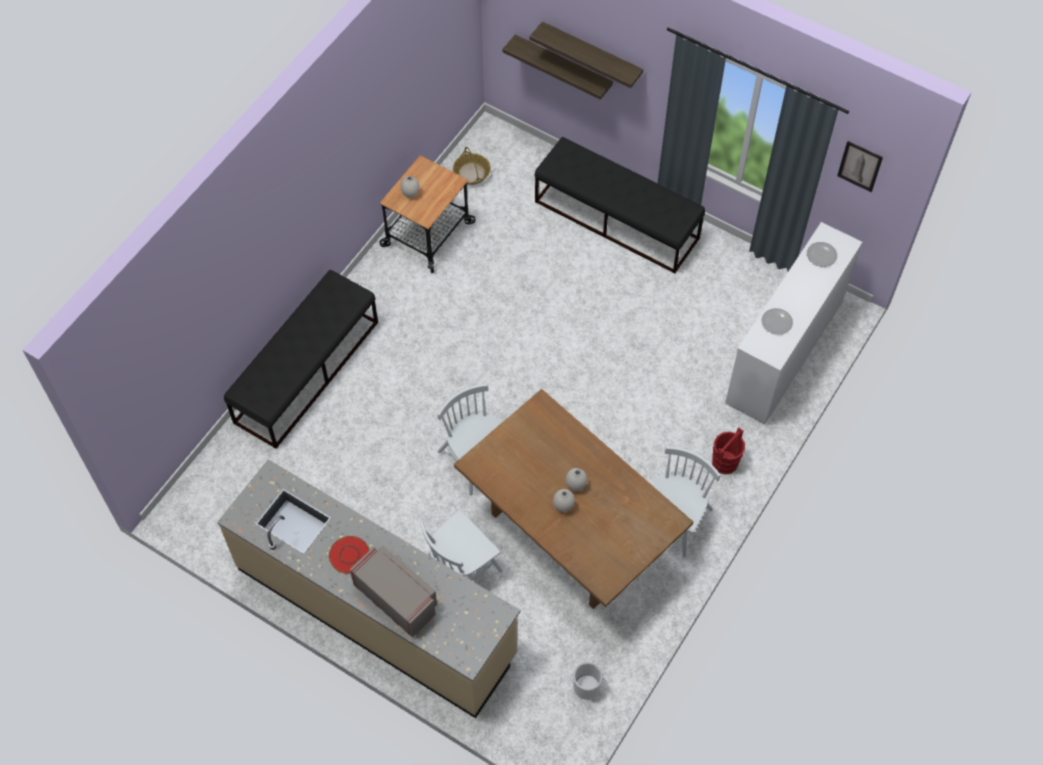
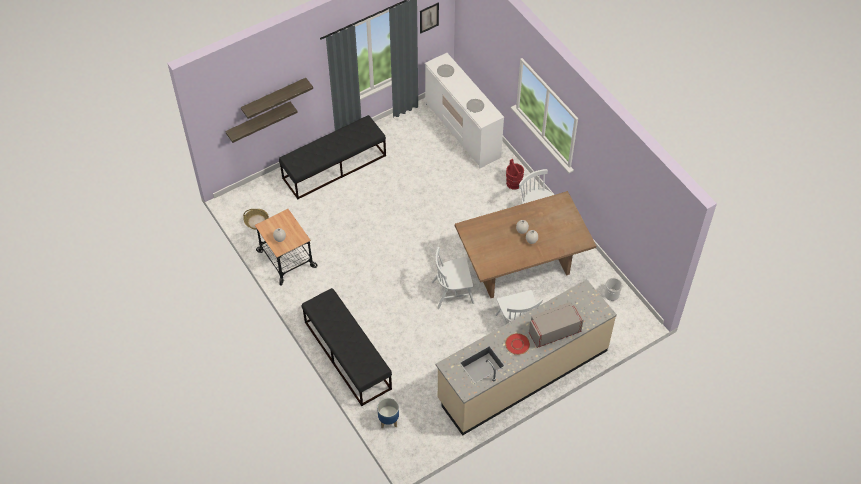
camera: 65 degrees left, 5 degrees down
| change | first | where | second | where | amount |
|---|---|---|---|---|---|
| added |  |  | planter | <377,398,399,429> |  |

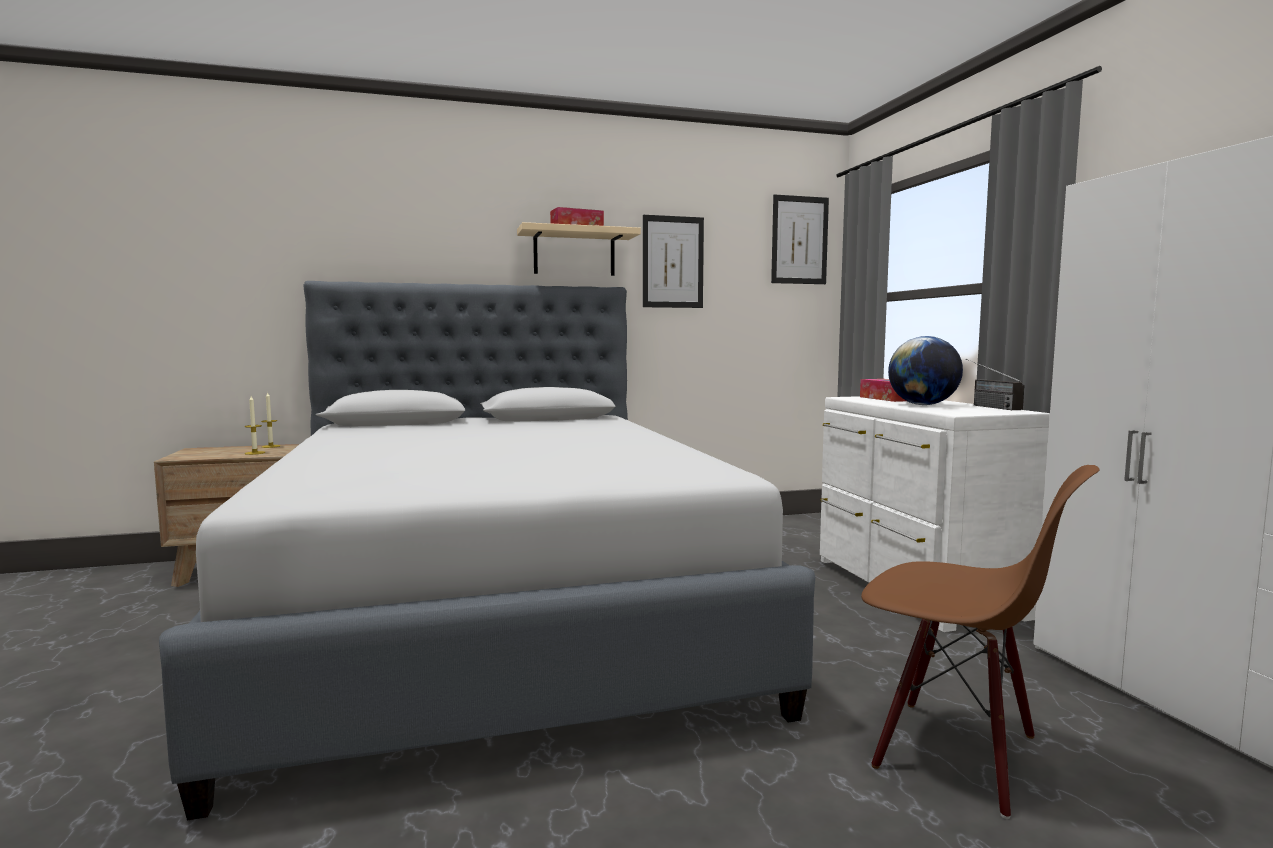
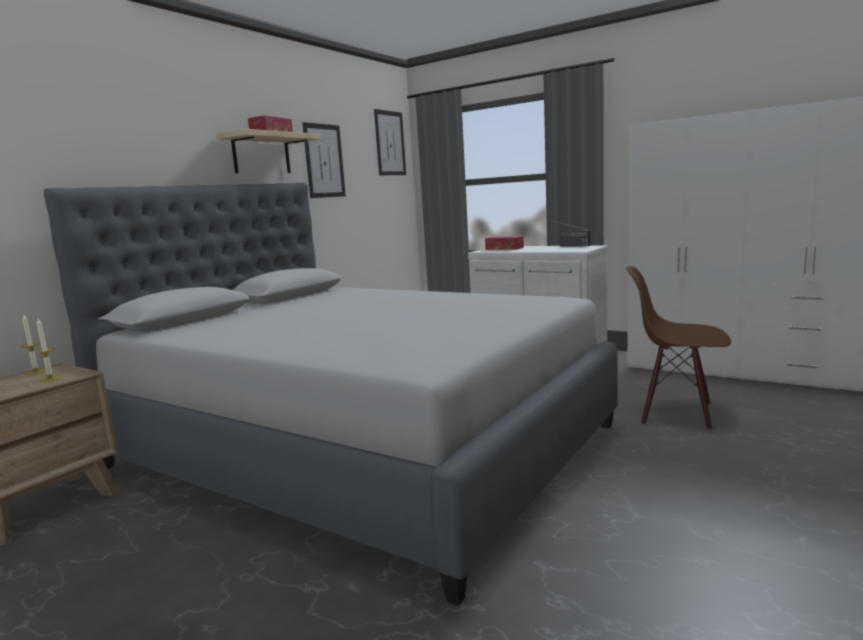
camera: 40 degrees left, 5 degrees up
| change | first | where | second | where | amount |
|---|---|---|---|---|---|
| removed | globe | <888,336,963,405> |  |  |  |
| turned | chair (brown) | <861,465,1100,819> |  | <626,266,731,429> | 150 degrees counterclockwise |

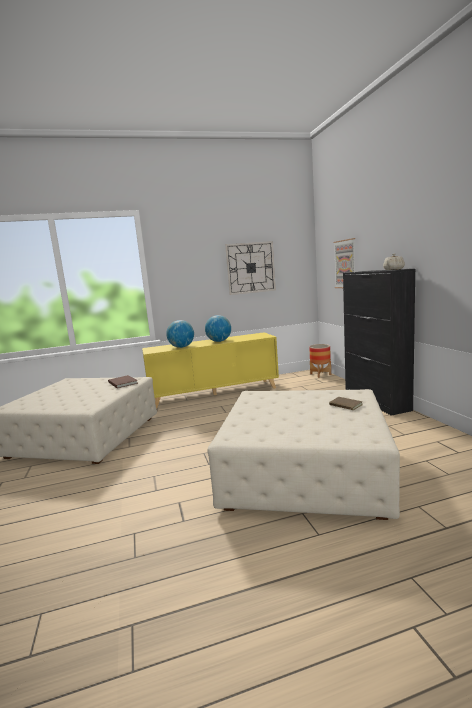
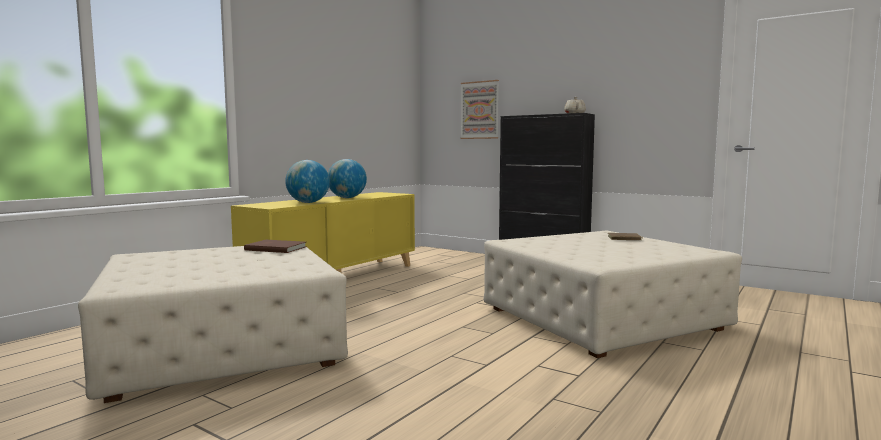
camera: 40 degrees left, 5 degrees down
| change | first | where | second | where | amount |
|---|---|---|---|---|---|
| removed | wall clock | <225,241,276,295> |  |  |  |
| removed | planter | <309,344,331,378> |  |  |  |

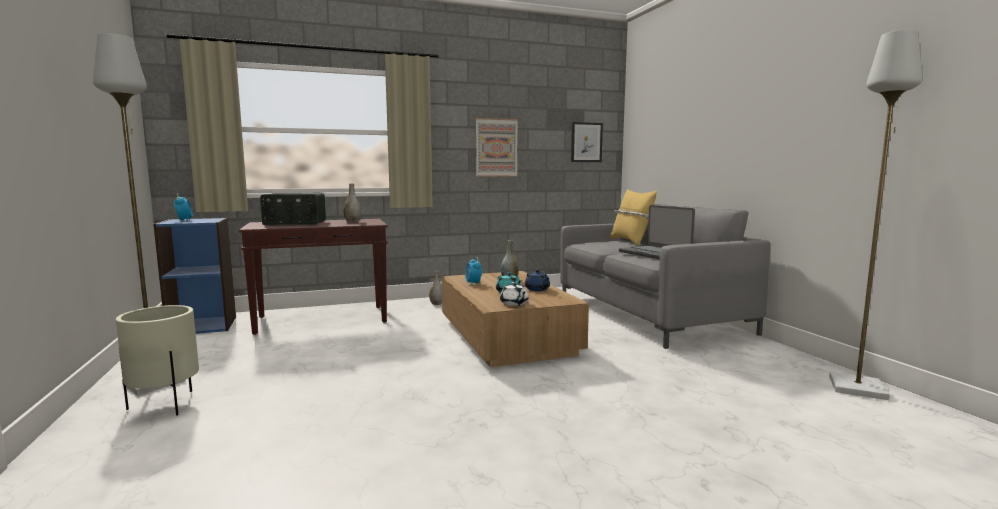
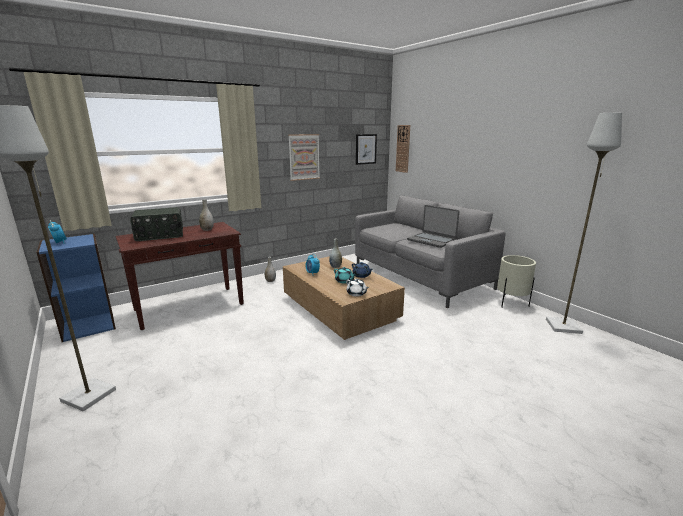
camera: 15 degrees left, 10 degrees up
| change | first | where | second | where | amount |
|---|---|---|---|---|---|
| removed | pillow (yellow) | <610,189,657,246> |  |  |  |
| added |  |  | wall clock | <396,125,410,173> |  |
| moved | planter (beige) | <116,305,199,415> |  | <497,255,536,308> |  |

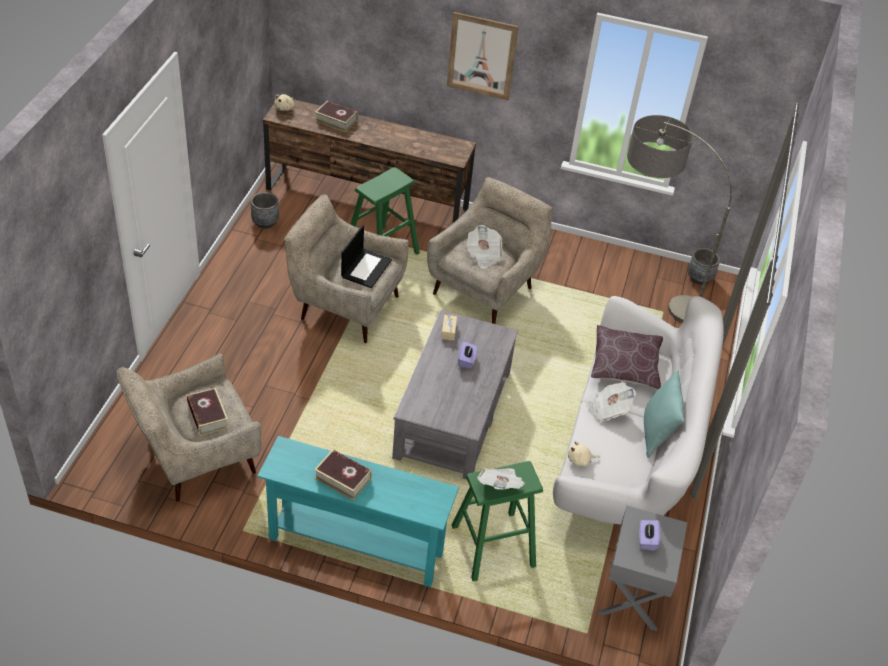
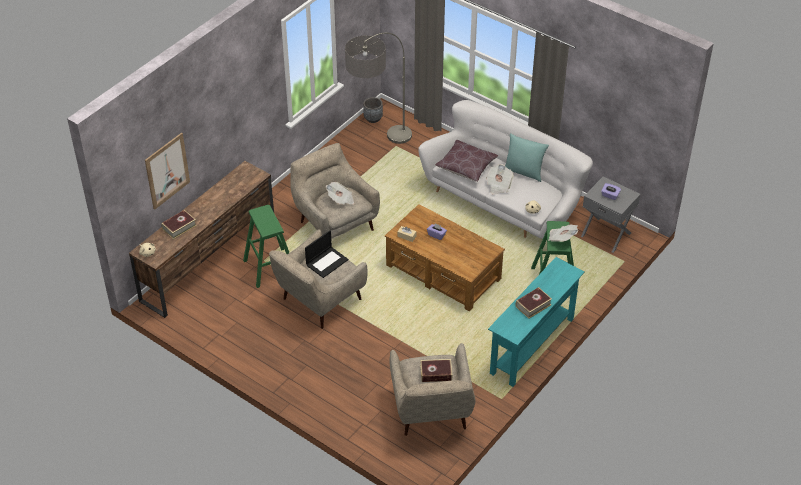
camera: 65 degrees left, 0 degrees up
| change | first | where | second | where | amount |
|---|---|---|---|---|---|
| removed | planter (grey) | <251,192,279,229> |  |  |  |
| moved | picture | <447,12,519,101> |  | <145,133,190,210> |  |
| recoloured | coffee table (grey) | <392,310,518,479> | coffee table (brown) | <385,204,505,311> |  |
| turned | laptop | <341,225,392,288> |  | <305,230,348,278> | 90 degrees clockwise |

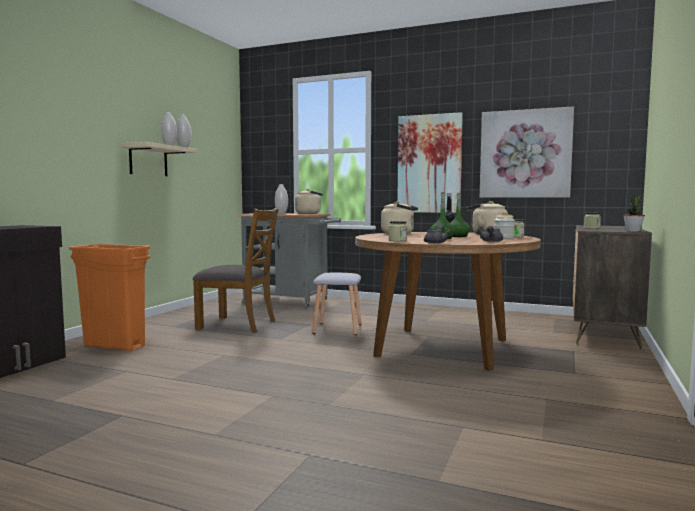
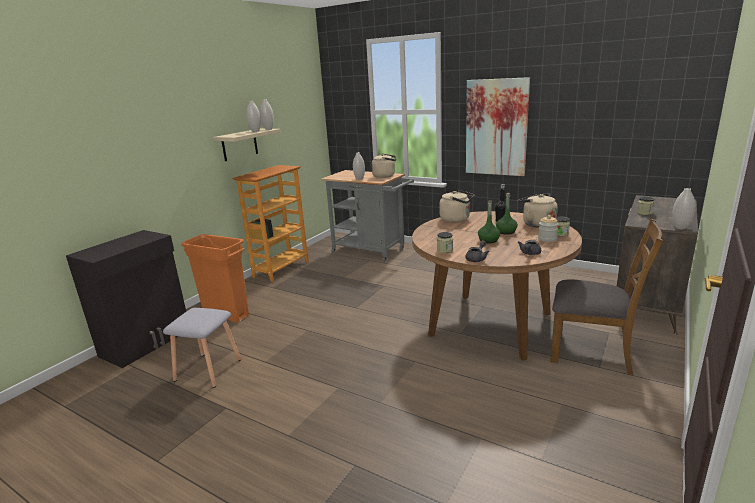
camera: 10 degrees right, 15 degrees up
| change | first | where | second | where | amount |
|---|---|---|---|---|---|
| removed | picture | <480,106,574,198> |  |  |  |
| added |  |  | bookcase | <232,165,309,282> |  |
| moved | chair (brown) | <192,208,279,333> |  | <550,219,663,375> |  |
| moved | stool (grey) | <312,273,362,335> |  | <163,308,241,388> |  |
| replaced | potted plant | <623,194,645,232> | vase (white) | <672,188,695,229> |  |

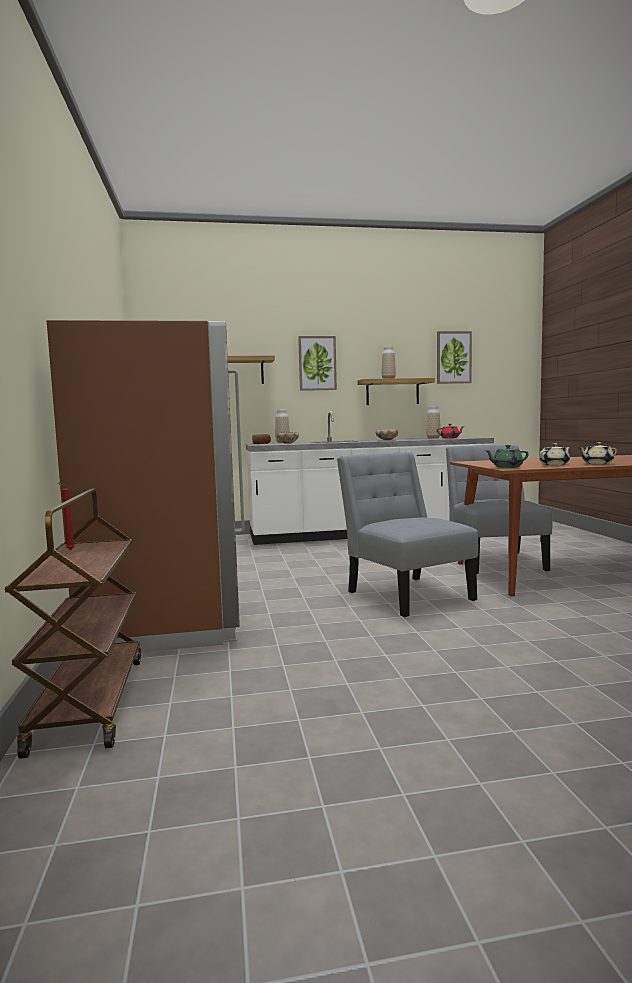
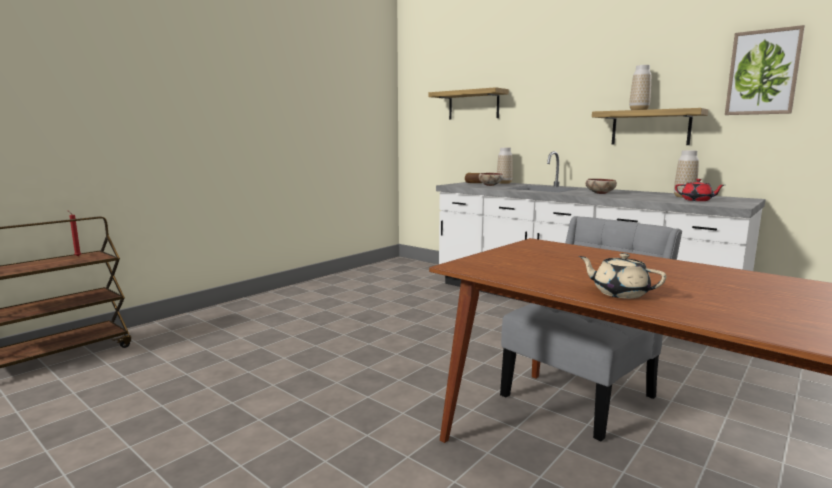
camera: 50 degrees right, 5 degrees up
| change | first | where | second | where | amount |
|---|---|---|---|---|---|
| removed | fridge (brown) | <47,320,244,652> |  |  |  |
| removed | picture | <298,336,337,391> |  |  |  |
| removed | chair (grey) | <337,452,478,617> |  |  |  |
| removed | teapot (green) | <484,445,529,468> |  |  |  |
| removed | teapot (beige) | <539,443,570,465> |  |  |  |

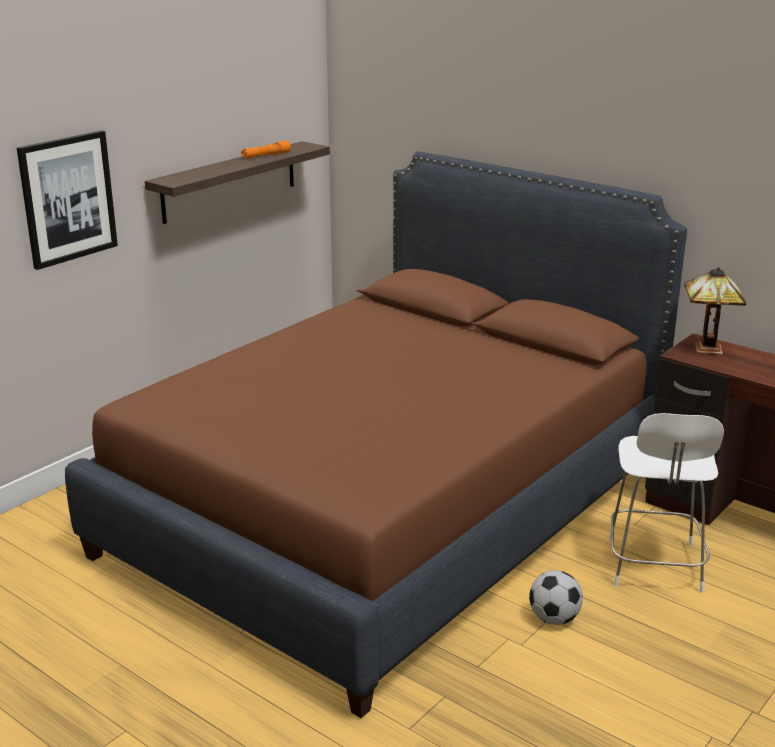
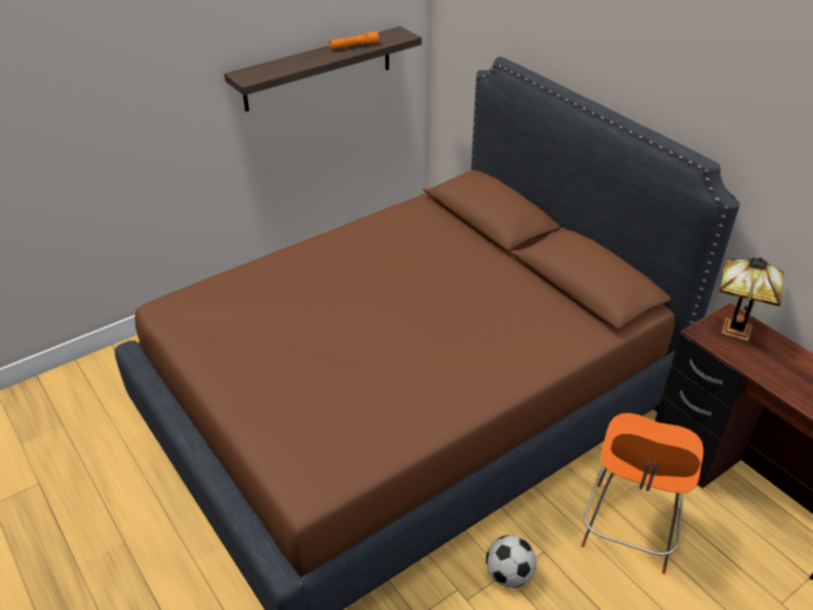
camera: 15 degrees right, 15 degrees up
| change | first | where | second | where | amount |
|---|---|---|---|---|---|
| removed | picture | <17,130,118,270> |  |  |  |
| recoloured | chair (white) | <609,413,724,592> | chair (orange) | <581,413,704,574> |  |

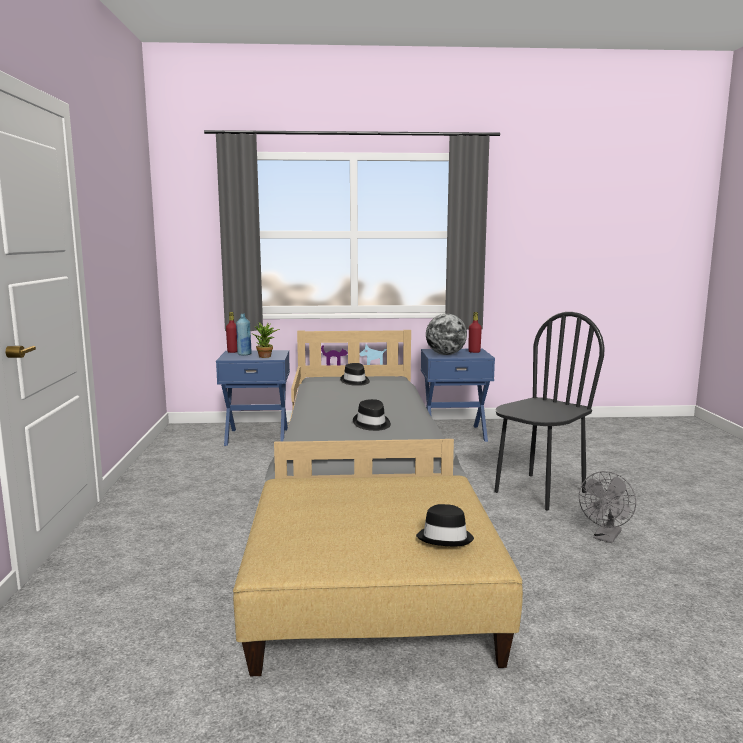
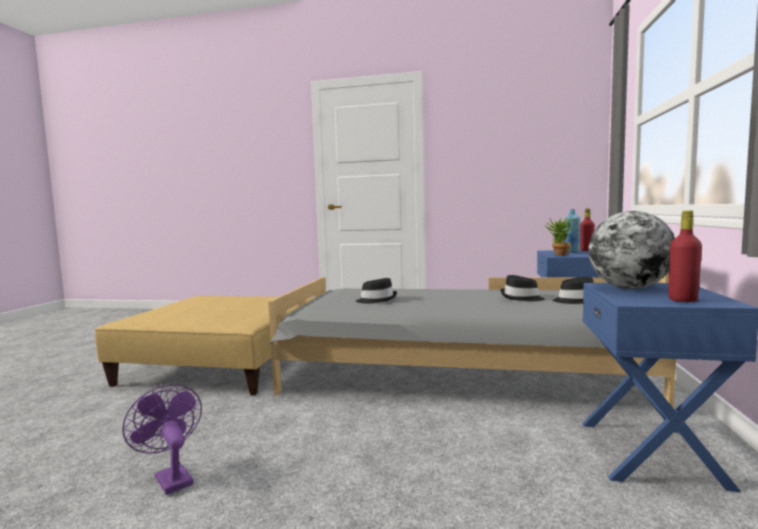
camera: 105 degrees right, 5 degrees down
| change | first | where | second | where | amount |
|---|---|---|---|---|---|
| removed | chair (black) | <495,312,604,511> |  |  |  |
| moved | hat (black) | <416,504,474,546> |  | <500,275,545,301> |  |
| recoloured | fan (grey) | <579,471,636,543> | fan (purple) | <122,384,202,495> |  |

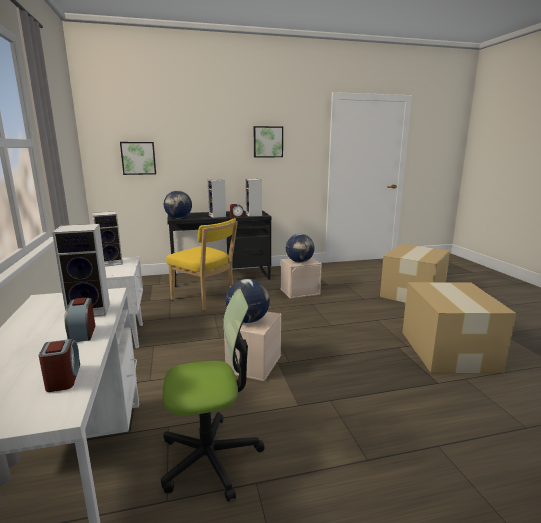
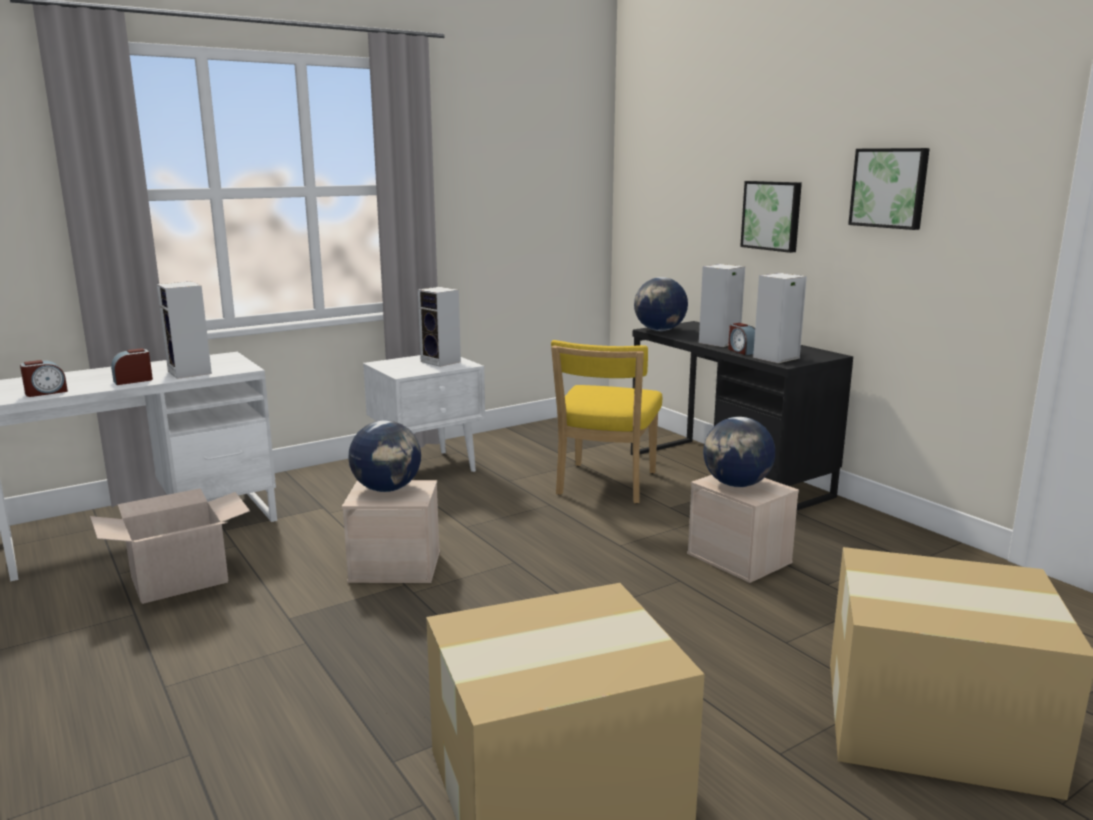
camera: 70 degrees right, 0 degrees up
| change | first | where | second | where | amount |
|---|---|---|---|---|---|
| moved | picture | <120,142,156,175> |  | <740,181,802,253> |  |
| replaced | office chair | <161,289,265,502> | cardboard box | <90,488,250,604> |  |

